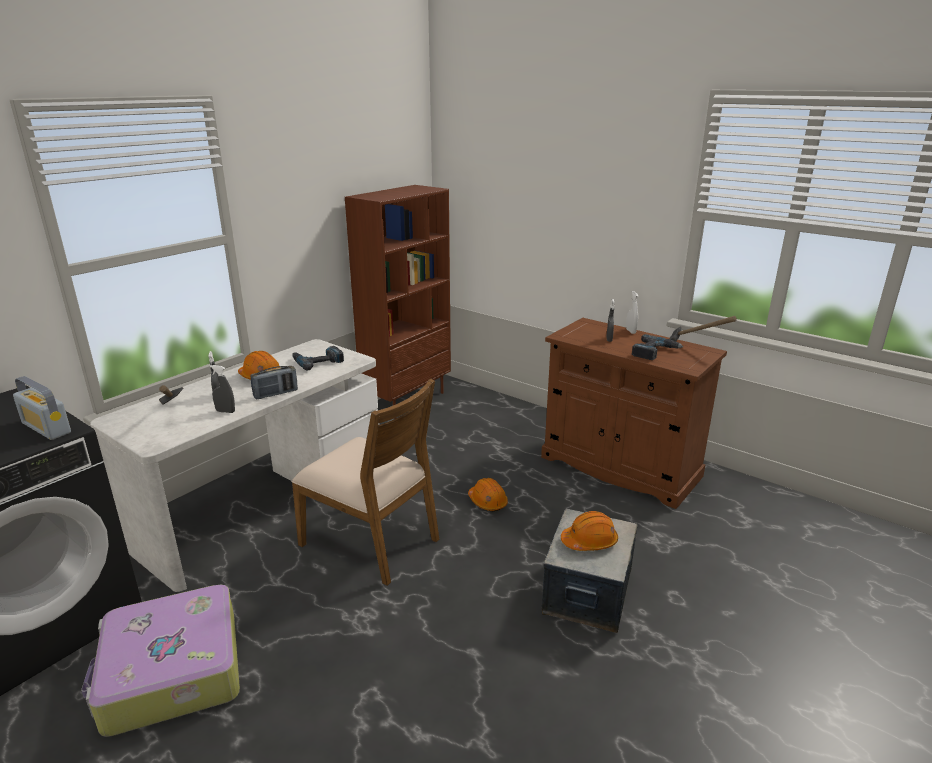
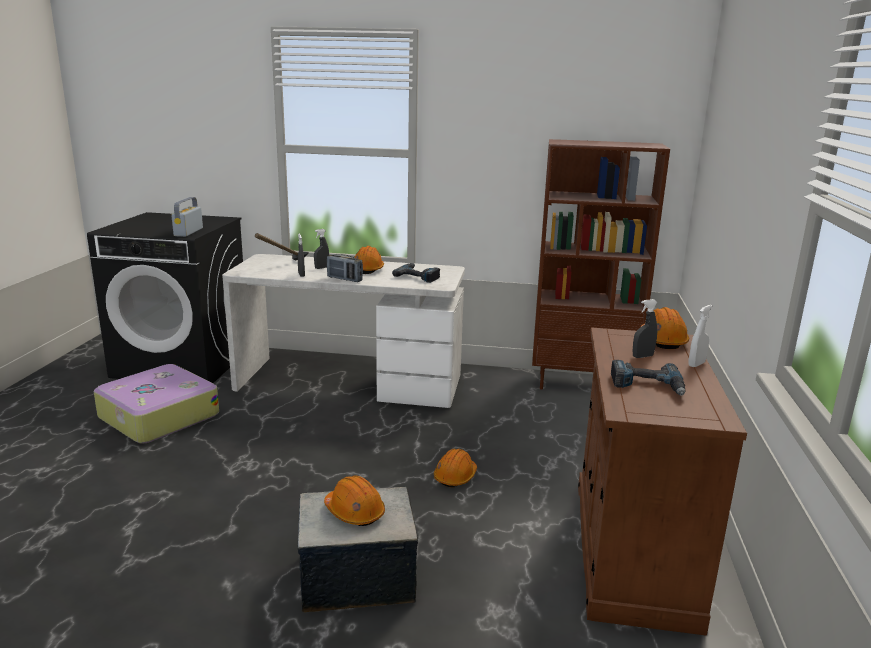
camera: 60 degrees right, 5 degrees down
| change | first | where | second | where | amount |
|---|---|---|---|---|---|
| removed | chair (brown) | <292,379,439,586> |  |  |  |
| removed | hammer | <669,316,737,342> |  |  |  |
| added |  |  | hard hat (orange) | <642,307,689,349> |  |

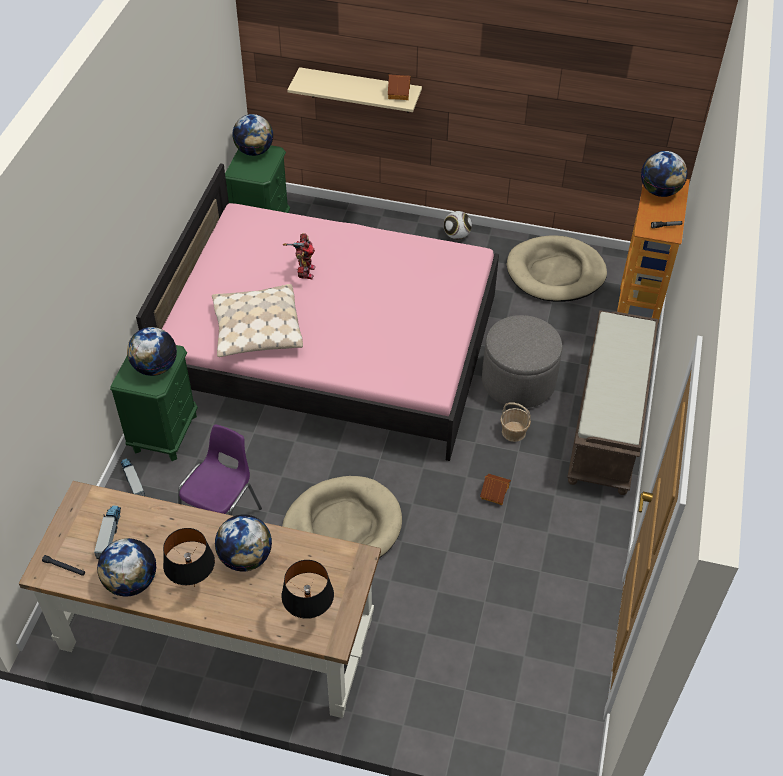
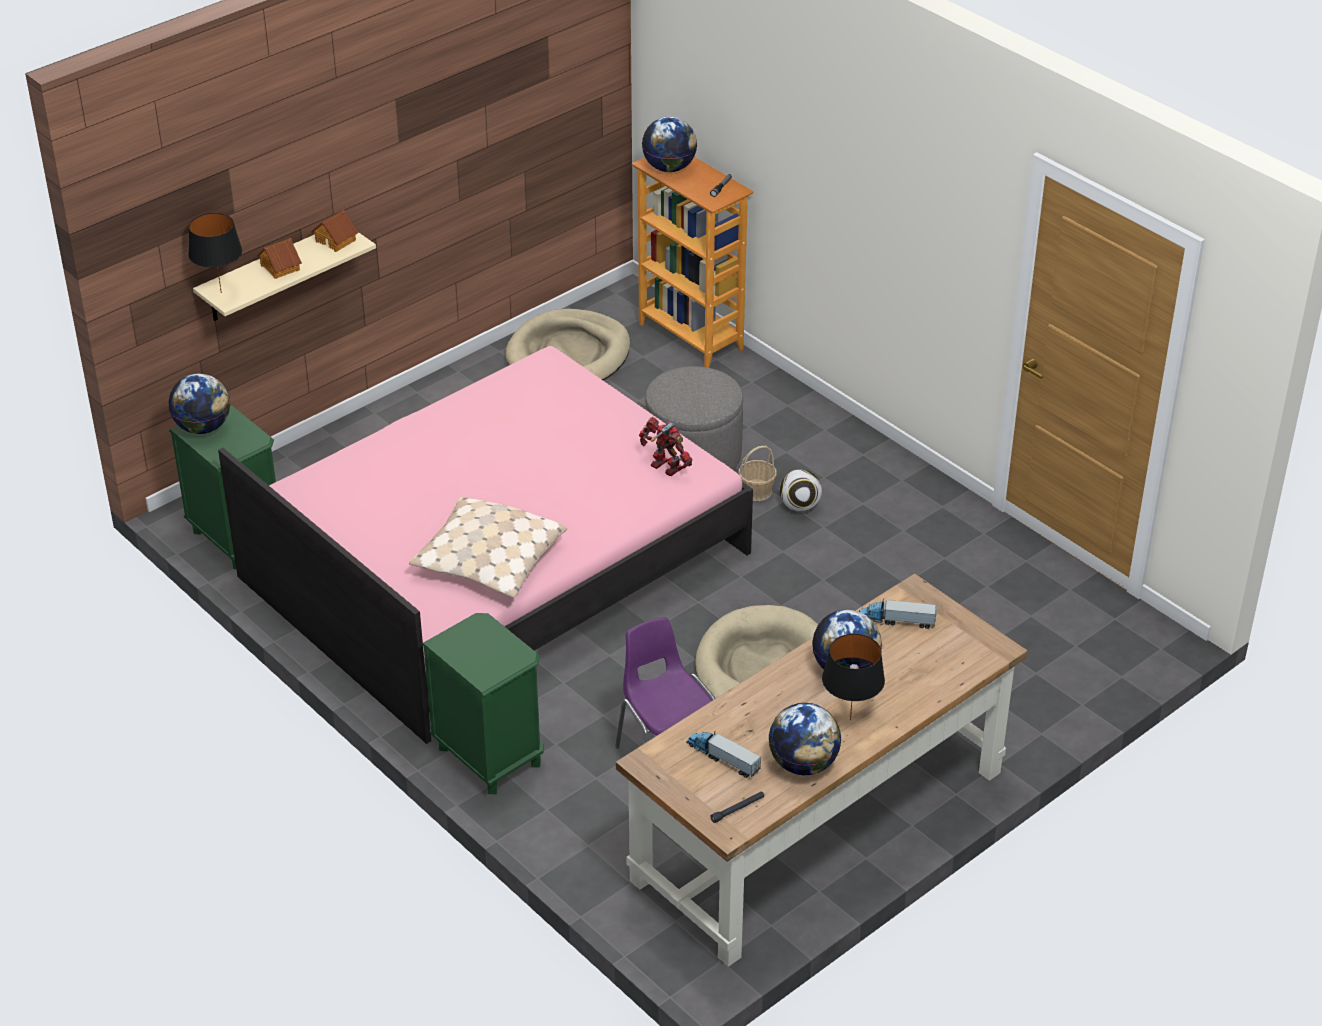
camera: 55 degrees left, 10 degrees down
| change | first | where | second | where | amount |
|---|---|---|---|---|---|
| removed | globe | <127,327,177,376> |  |  |  |
| removed | bench (brown) | <567,310,659,495> |  |  |  |
| moved | toy truck | <121,458,145,496> |  | <859,598,937,629> |  |
| moved | table lamp (black) | <281,560,334,619> |  | <188,213,242,293> |  |
| moved | toy robot | <283,233,315,279> |  | <639,417,692,476> |  |
| moved | football | <444,211,472,240> |  | <780,469,822,511> |  |
| moved | toy house | <480,474,511,505> |  | <257,238,302,279> |  |

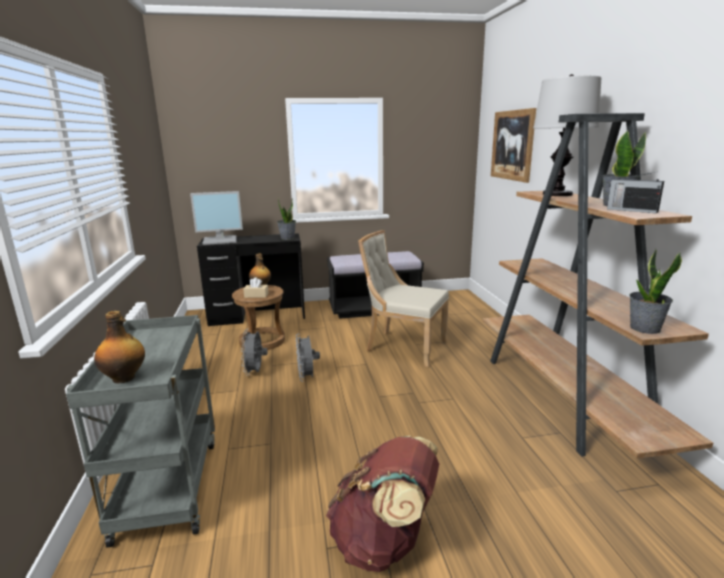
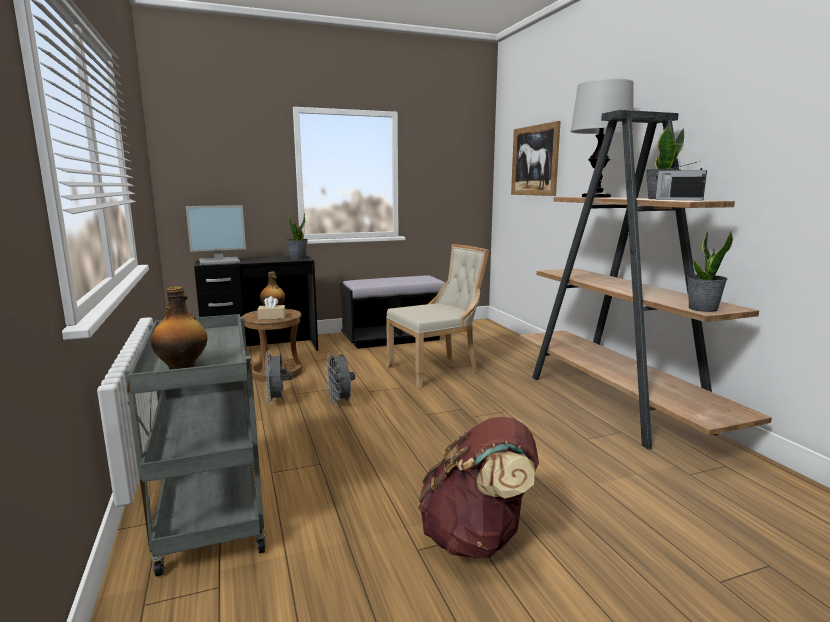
camera: 10 degrees left, 5 degrees down
| change | first | where | second | where | amount |
|---|---|---|---|---|---|
| turned | chair (beige) | <358,230,449,367> |  | <386,244,489,388> | 135 degrees clockwise |

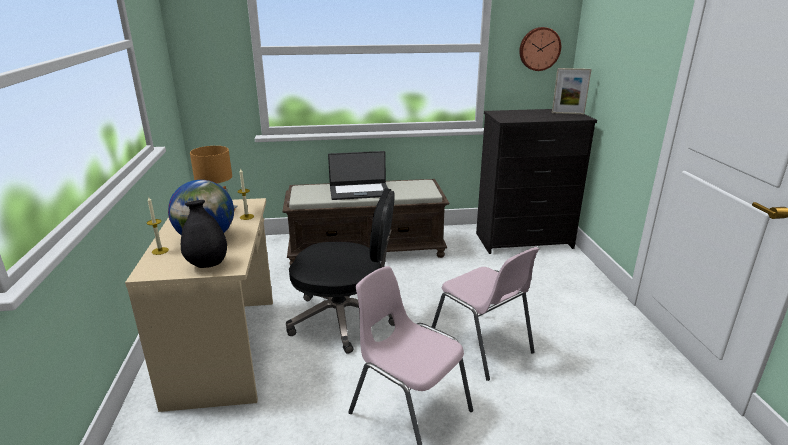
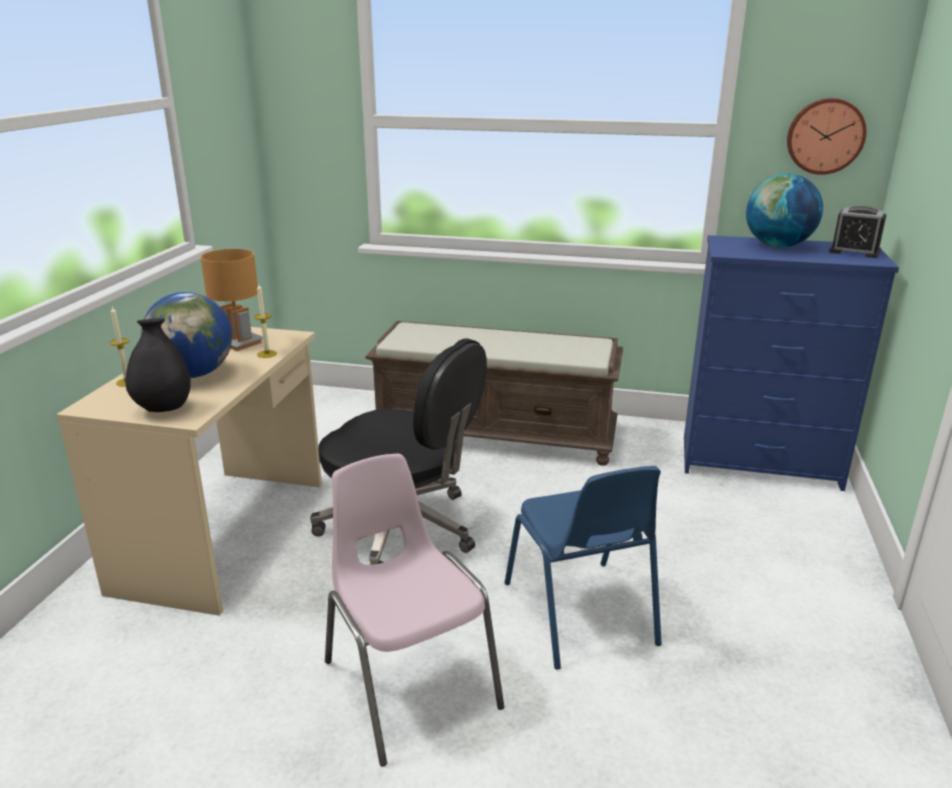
camera: 20 degrees right, 0 degrees up
| change | first | where | second | where | amount |
|---|---|---|---|---|---|
| removed | laptop | <328,151,388,200> |  |  |  |
| added |  |  | globe | <746,174,823,247> |  |
| replaced | picture frame | <552,68,592,114> | alarm clock | <829,206,887,258> |  |
| recoloured | chair (pink) | <432,247,539,381> | chair (blue) | <504,466,662,670> |  |
| recoloured | dresser (black) | <476,109,597,254> | dresser (blue) | <684,235,899,491> |  |

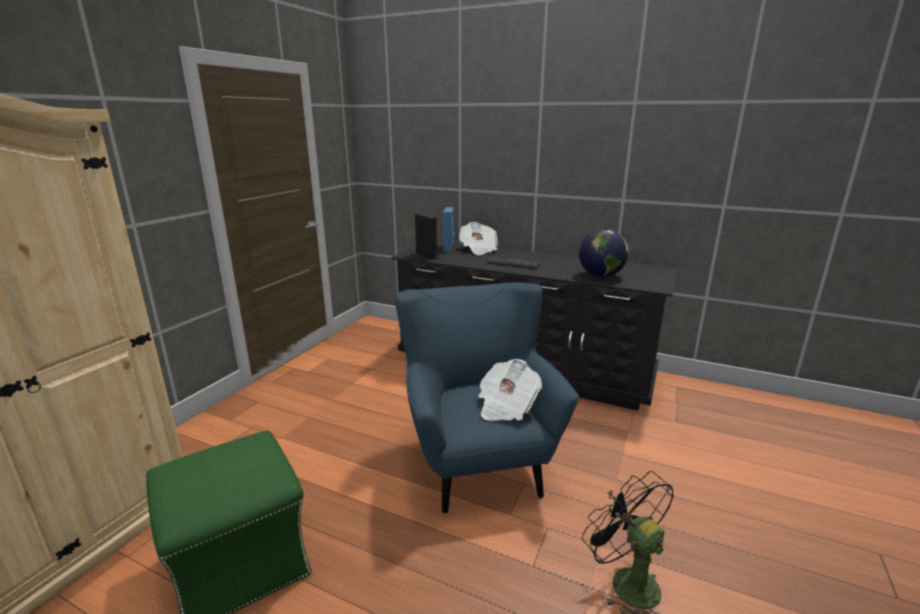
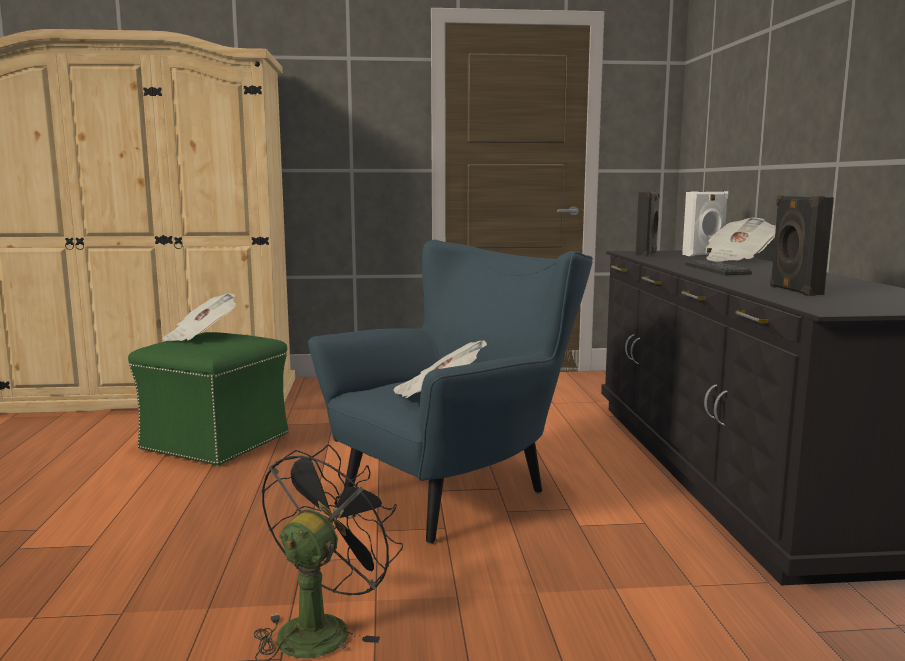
camera: 60 degrees right, 10 degrees down
| change | first | where | second | where | amount |
|---|---|---|---|---|---|
| added |  |  | newspaper | <163,293,236,341> |  |
| replaced | globe | <579,229,629,277> | speaker (black) | <770,195,834,296> |  |
| recoloured | speaker (blue) | <443,207,454,252> | speaker (white) | <682,191,728,256> |  |

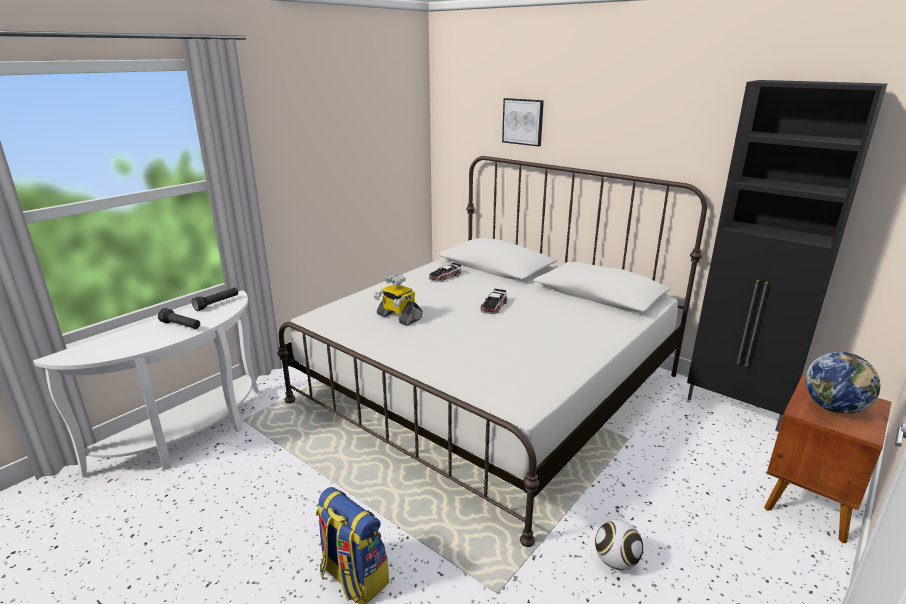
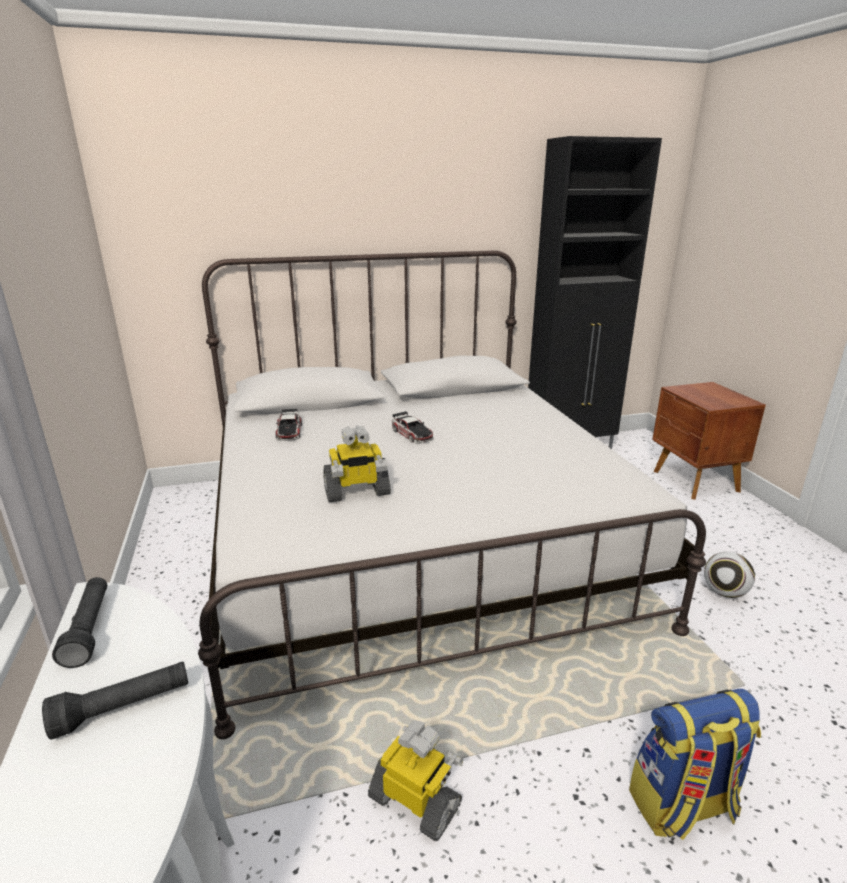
camera: 55 degrees left, 0 degrees up
| change | first | where | second | where | amount |
|---|---|---|---|---|---|
| removed | picture | <502,98,544,147> |  |  |  |
| removed | globe | <806,352,880,414> |  |  |  |
| added |  |  | toy robot | <368,720,464,842> |  |

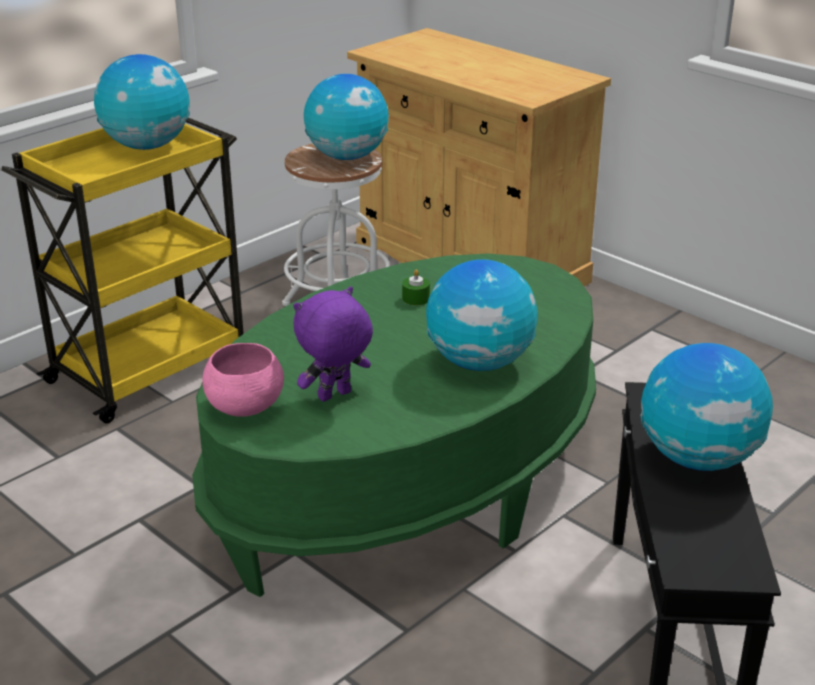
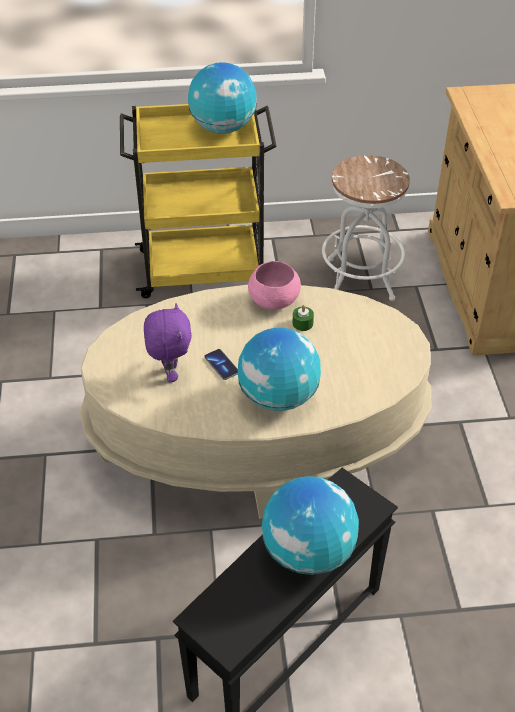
camera: 40 degrees right, 15 degrees up
| change | first | where | second | where | amount |
|---|---|---|---|---|---|
| removed | globe | <304,74,389,160> |  |  |  |
| added |  |  | phone | <205,349,238,380> |  |
| moved | bowl (pink) | <202,343,284,417> |  | <248,261,301,310> |  |
| recoloured | coffee table (green) | <192,253,596,597> | coffee table (beige) | <80,285,431,519> |  |
| turned | plush toy (purple) | <293,287,373,402> |  | <144,303,192,382> | 75 degrees clockwise |

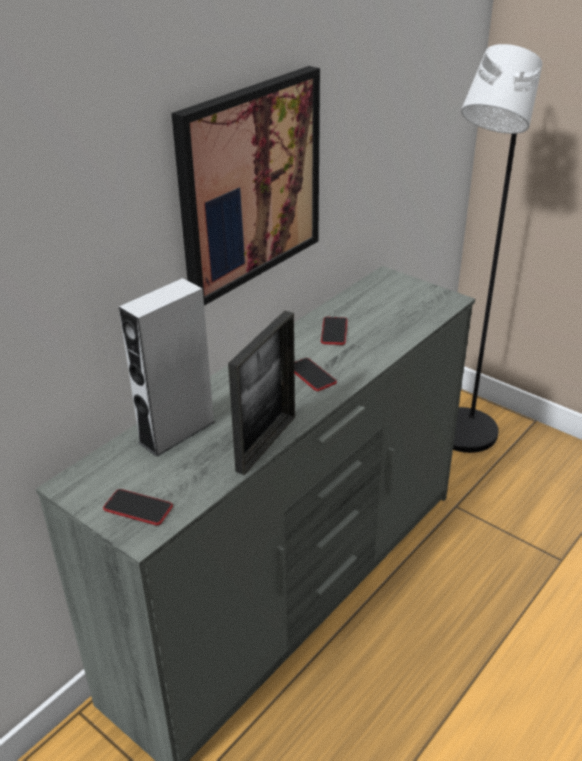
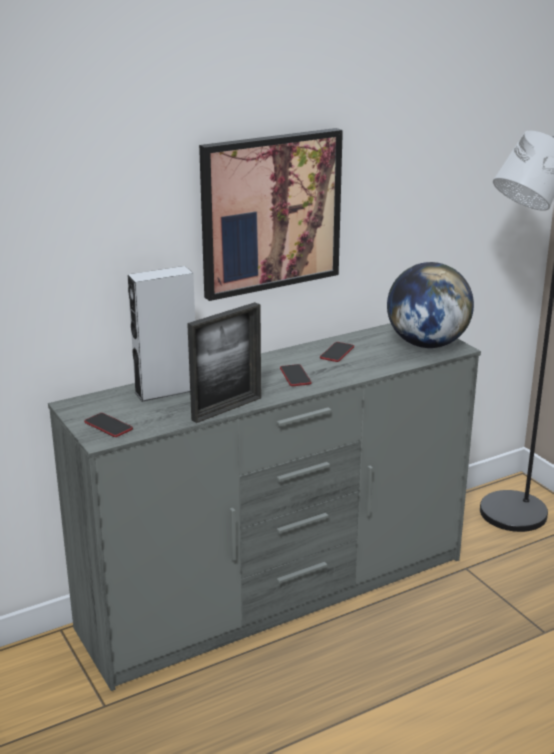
camera: 20 degrees right, 10 degrees down
| change | first | where | second | where | amount |
|---|---|---|---|---|---|
| added |  |  | globe | <387,262,474,348> |  |

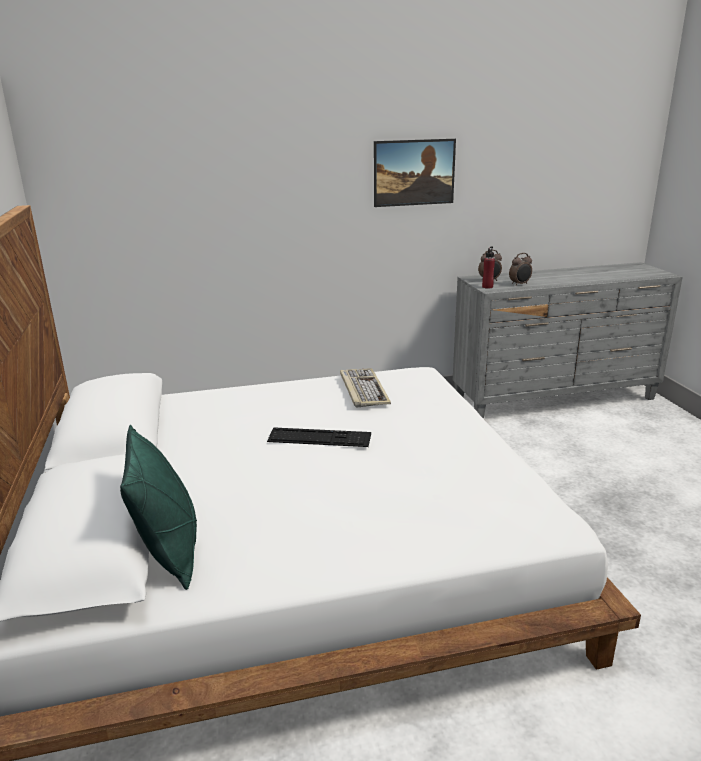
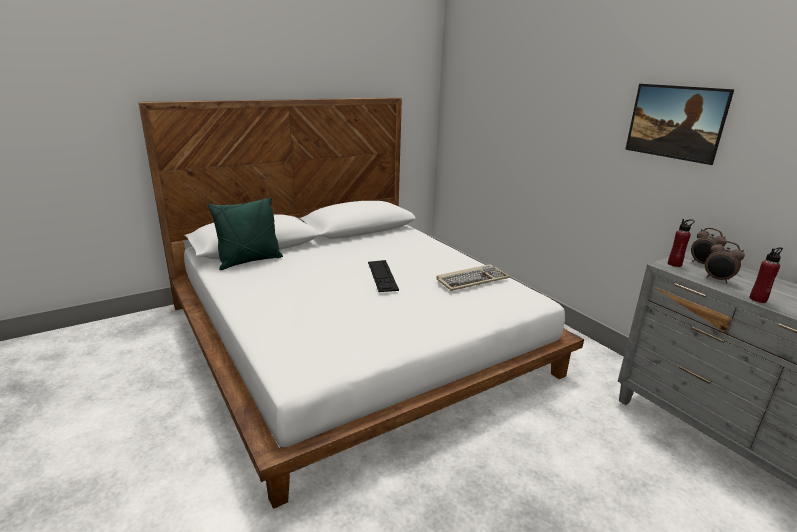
camera: 70 degrees right, 0 degrees up
| change | first | where | second | where | amount |
|---|---|---|---|---|---|
| added |  |  | bottle (red) | <749,247,783,303> |  |

